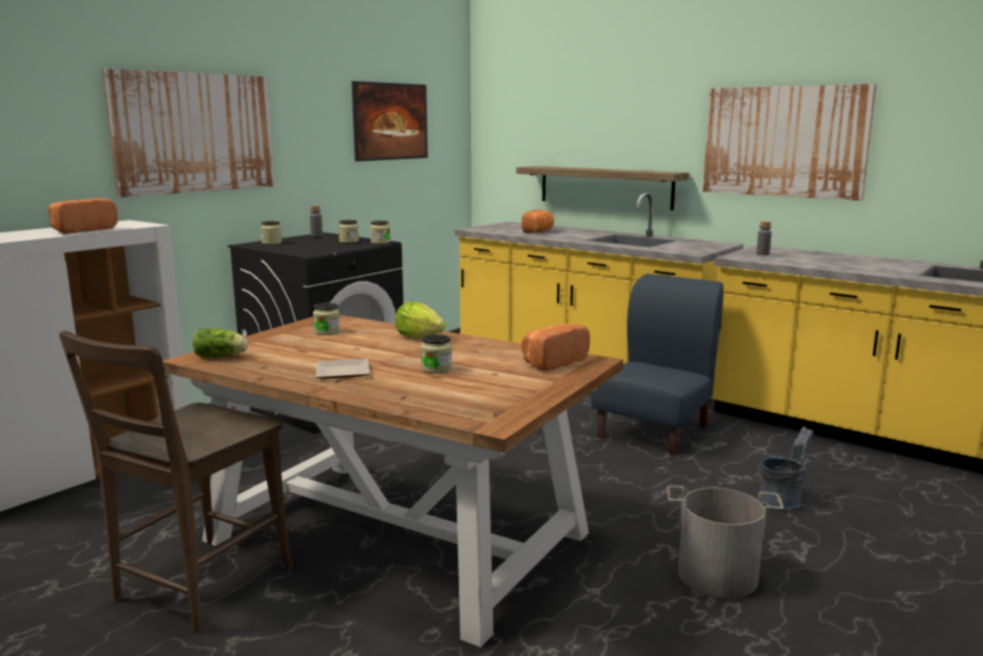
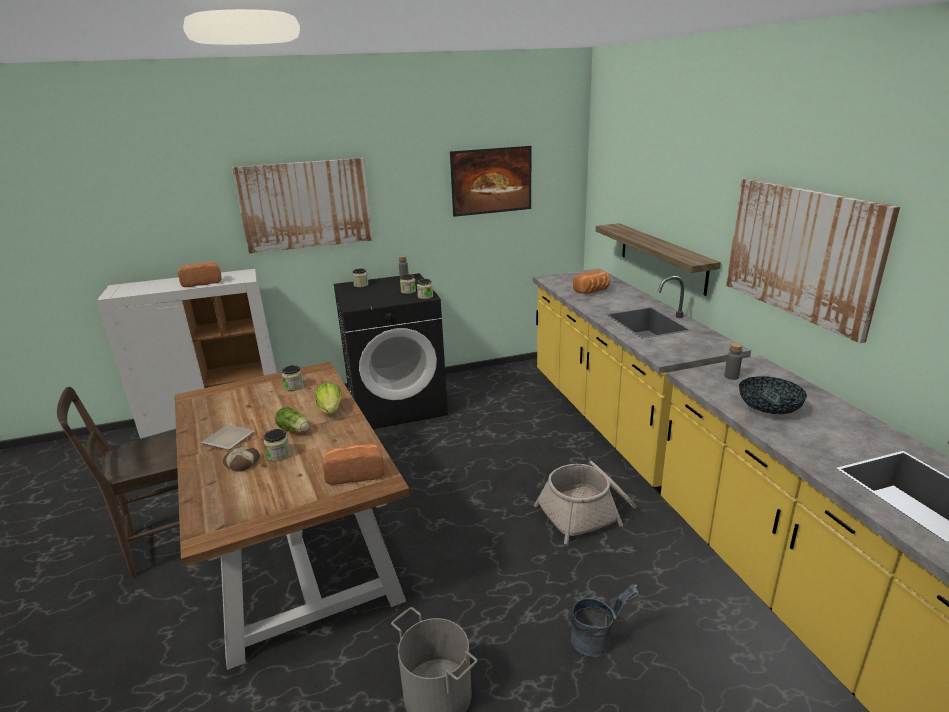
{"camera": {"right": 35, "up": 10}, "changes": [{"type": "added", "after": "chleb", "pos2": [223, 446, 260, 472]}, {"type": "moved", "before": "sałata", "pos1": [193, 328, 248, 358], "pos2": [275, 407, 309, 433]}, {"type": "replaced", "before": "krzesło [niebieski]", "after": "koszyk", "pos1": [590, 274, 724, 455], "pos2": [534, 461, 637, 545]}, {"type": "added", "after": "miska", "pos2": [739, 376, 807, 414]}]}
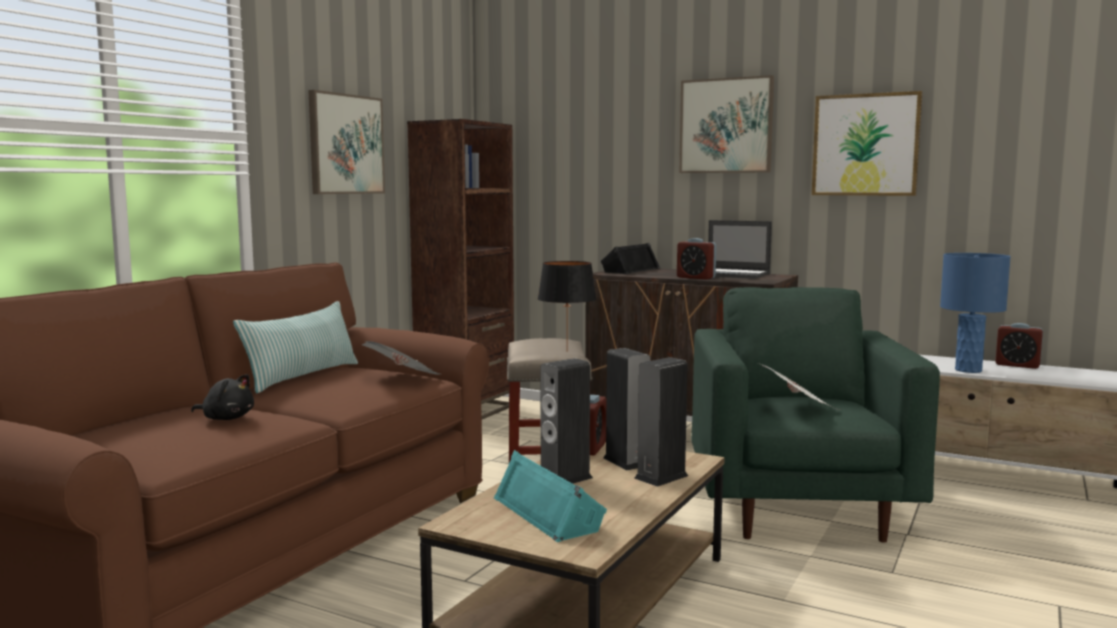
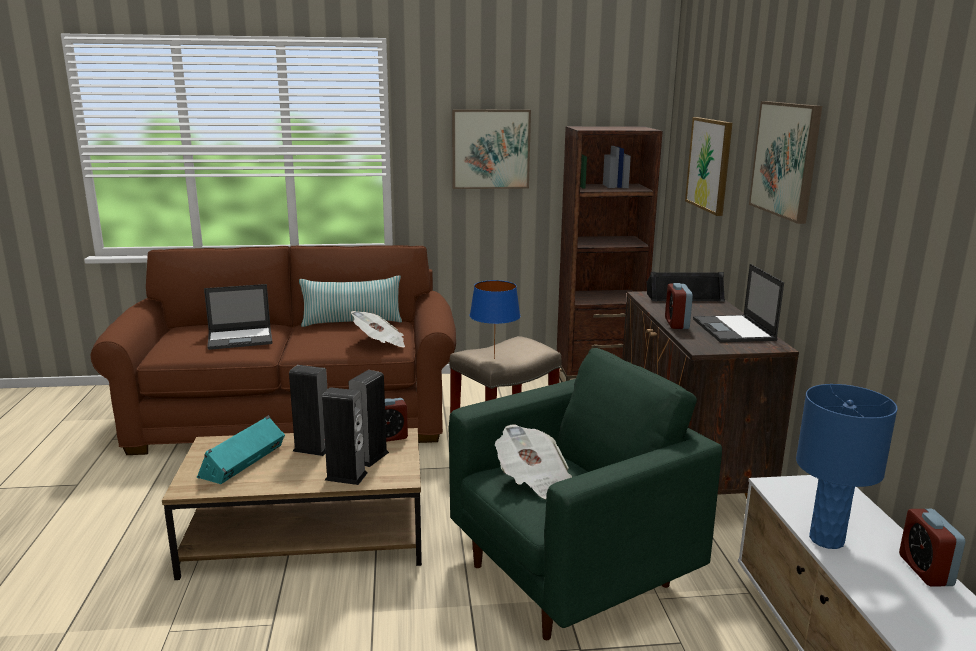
{"camera": {"right": 55, "up": 10}, "changes": [{"type": "replaced", "before": "pluszak [czarny]", "after": "laptop", "pos1": [191, 374, 254, 420], "pos2": [204, 284, 272, 350]}, {"type": "recoloured", "before": "lampa stołowa [czarny]", "after": "lampa stołowa [niebieski]", "pos1": [538, 261, 597, 344], "pos2": [470, 280, 520, 359]}, {"type": "moved", "before": "obraz", "pos1": [812, 91, 923, 196], "pos2": [685, 117, 732, 216]}]}
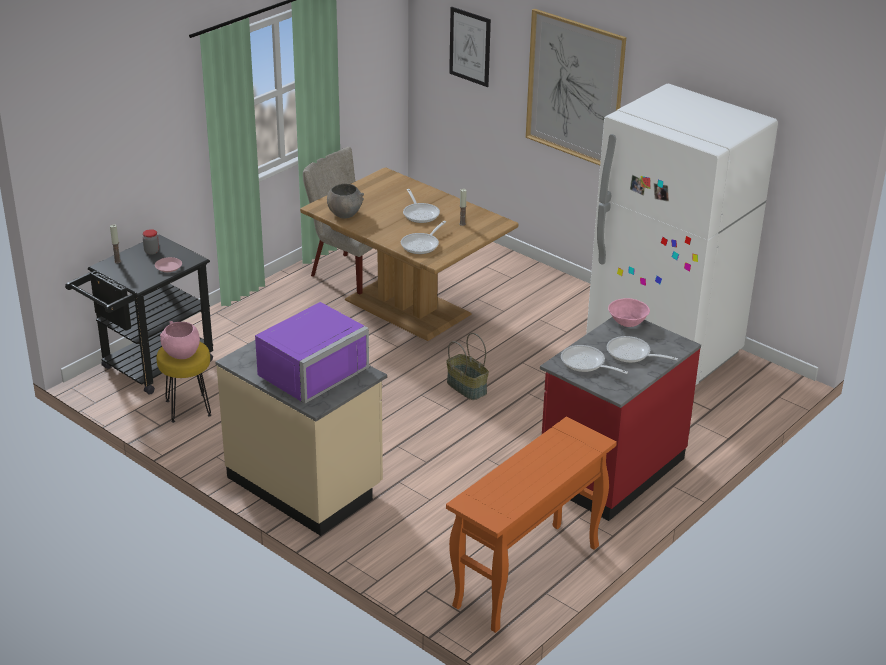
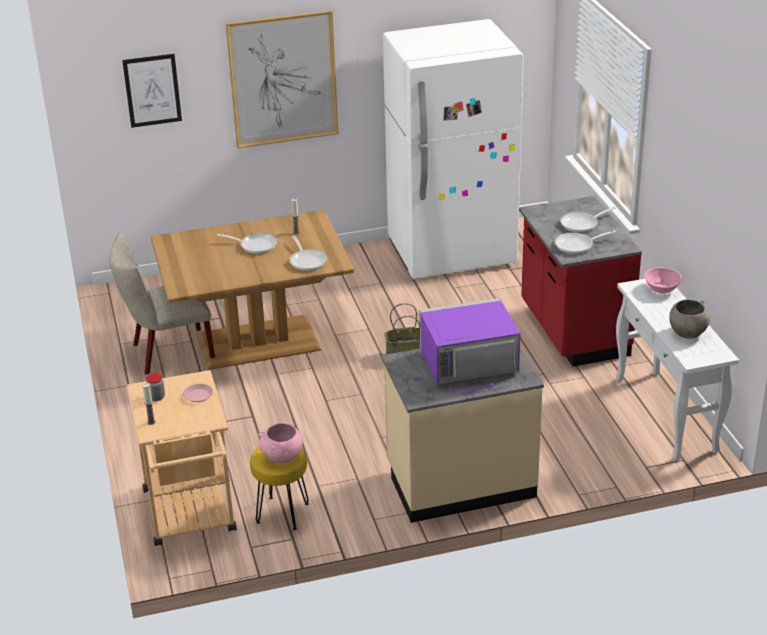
{"camera": {"right": -55, "up": 0}, "changes": [{"type": "recoloured", "before": "wózek [czarny]", "after": "wózek [beżowy]", "pos1": [65, 234, 213, 395], "pos2": [127, 370, 237, 546]}, {"type": "turned", "before": "mikrofalówka [fioletowy]", "pos1": [255, 302, 369, 404], "pos2": [419, 298, 520, 395], "turn": -90}, {"type": "recoloured", "before": "stolik konsolowy [pomarańczowy]", "after": "stolik konsolowy [biały]", "pos1": [446, 416, 617, 633], "pos2": [616, 279, 739, 461]}, {"type": "moved", "before": "miska [różowy]", "pos1": [608, 298, 650, 327], "pos2": [644, 267, 682, 294]}, {"type": "moved", "before": "miska [szary]", "pos1": [327, 184, 364, 219], "pos2": [669, 299, 710, 339]}]}
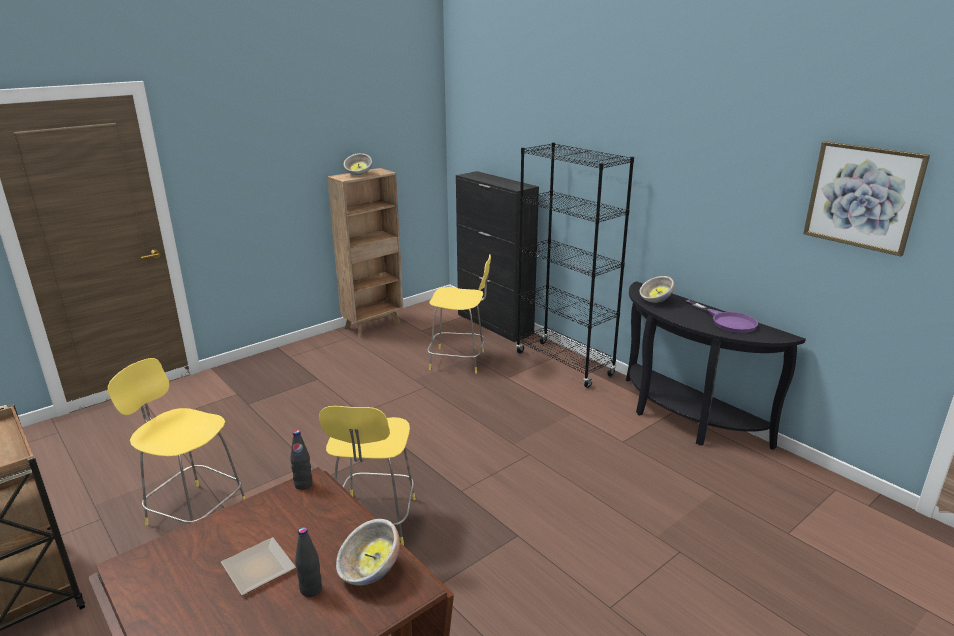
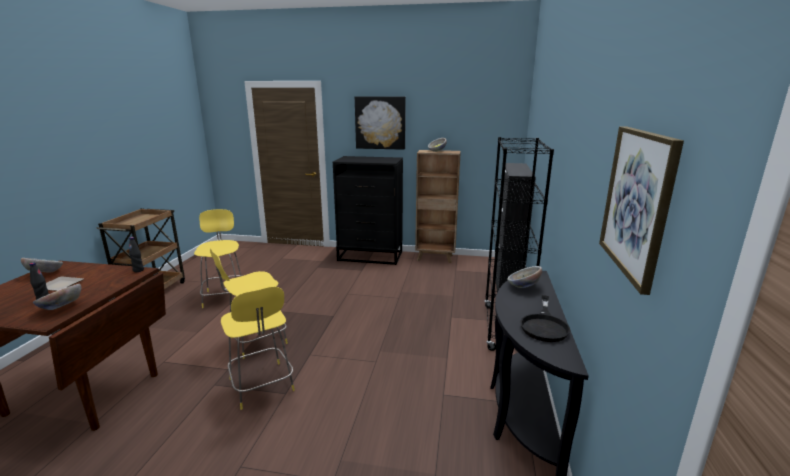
{"camera": {"right": 50, "up": -5}, "changes": [{"type": "added", "after": "miska", "pos2": [21, 258, 63, 273]}, {"type": "moved", "before": "stołek [żółty]", "pos1": [427, 254, 491, 374], "pos2": [221, 286, 295, 410]}, {"type": "added", "after": "komoda [czarny]", "pos2": [332, 156, 403, 265]}, {"type": "added", "after": "obraz", "pos2": [355, 96, 406, 150]}, {"type": "recoloured", "before": "patelnia [fioletowy]", "after": "patelnia [czarny]", "pos1": [685, 300, 758, 333], "pos2": [520, 295, 570, 342]}]}
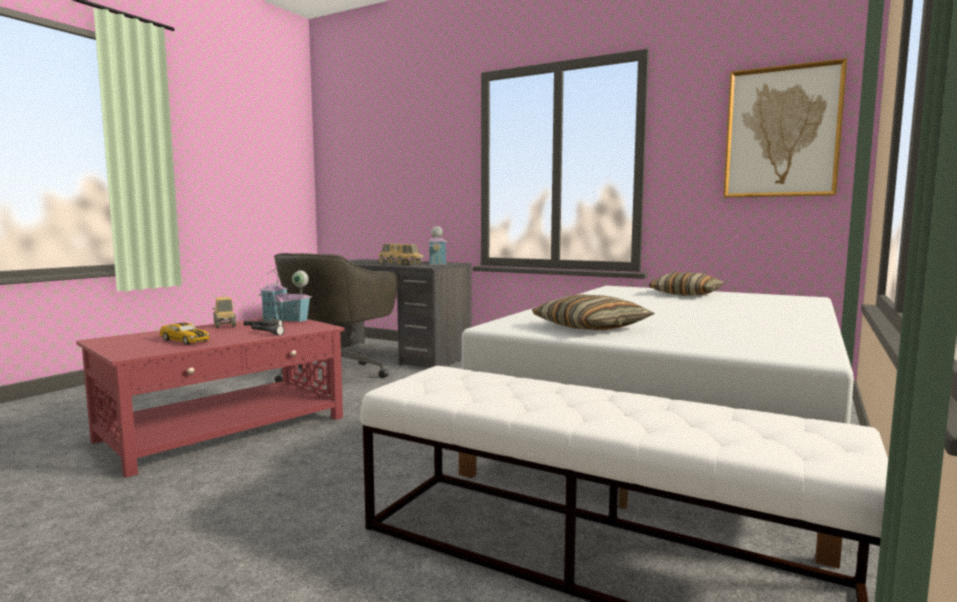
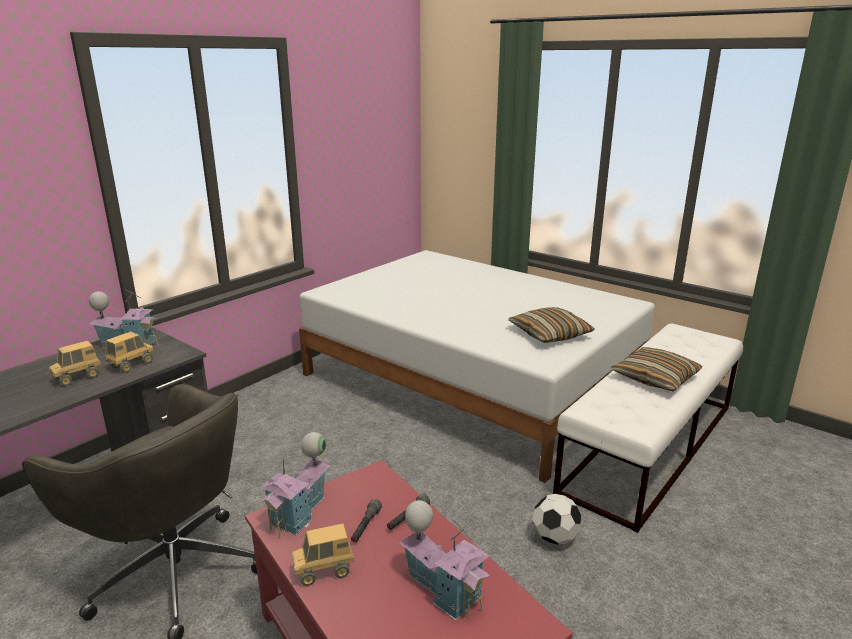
{"camera": {"right": -80, "up": 15}, "changes": [{"type": "replaced", "before": "samochodzik", "after": "domek", "pos1": [160, 322, 209, 345], "pos2": [399, 500, 490, 620]}, {"type": "added", "after": "piłka futbolowa", "pos2": [533, 494, 581, 545]}, {"type": "moved", "before": "poduszka", "pos1": [648, 272, 724, 295], "pos2": [611, 347, 703, 391]}, {"type": "removed", "before": "obraz", "pos1": [723, 58, 847, 198]}]}
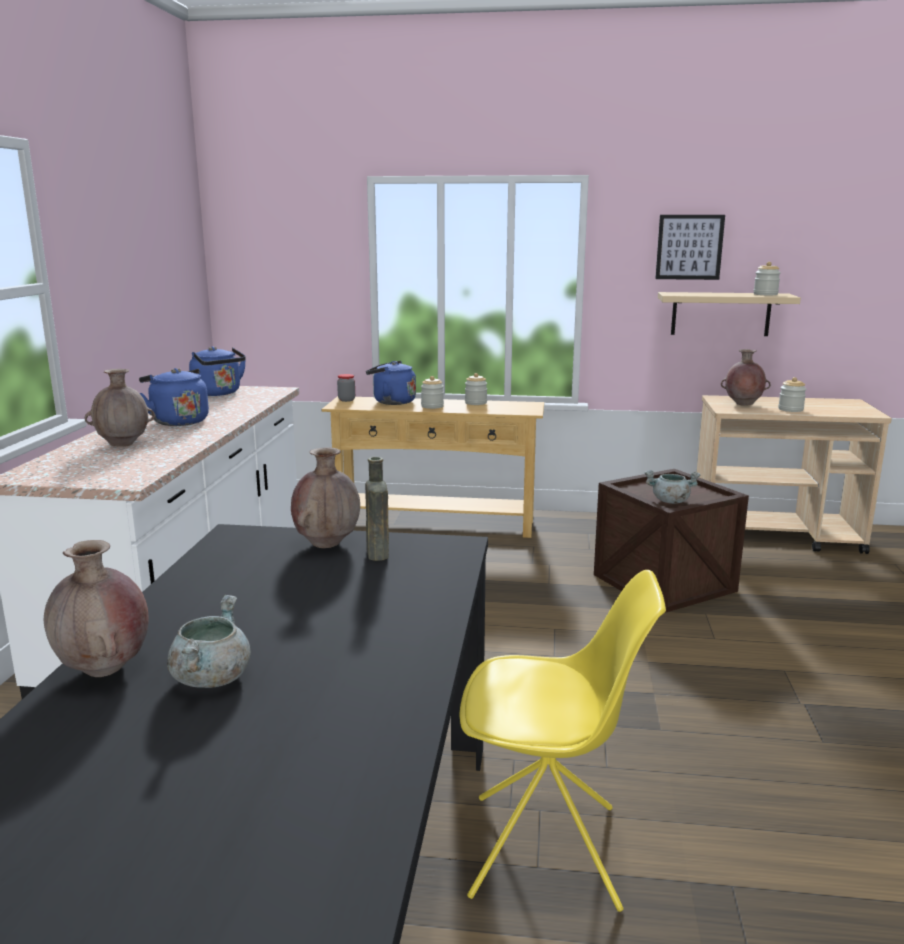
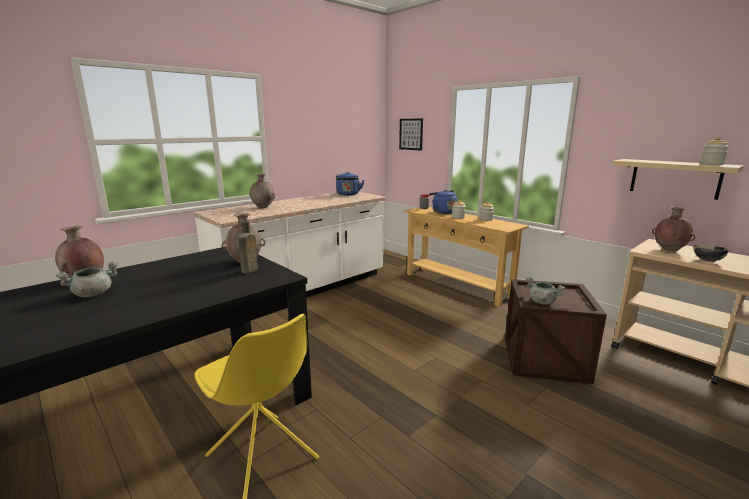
{"camera": {"right": 40, "up": 0}, "changes": [{"type": "moved", "before": "obraz", "pos1": [655, 215, 725, 280], "pos2": [399, 118, 423, 151]}, {"type": "replaced", "before": "słoik", "after": "miska", "pos1": [778, 377, 807, 412], "pos2": [693, 245, 729, 262]}, {"type": "removed", "before": "czajnik [niebieski]", "pos1": [139, 368, 209, 426]}]}
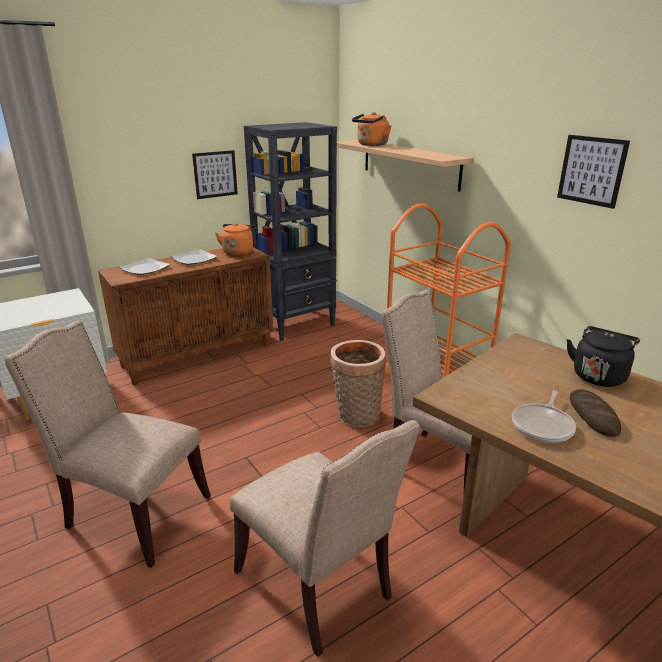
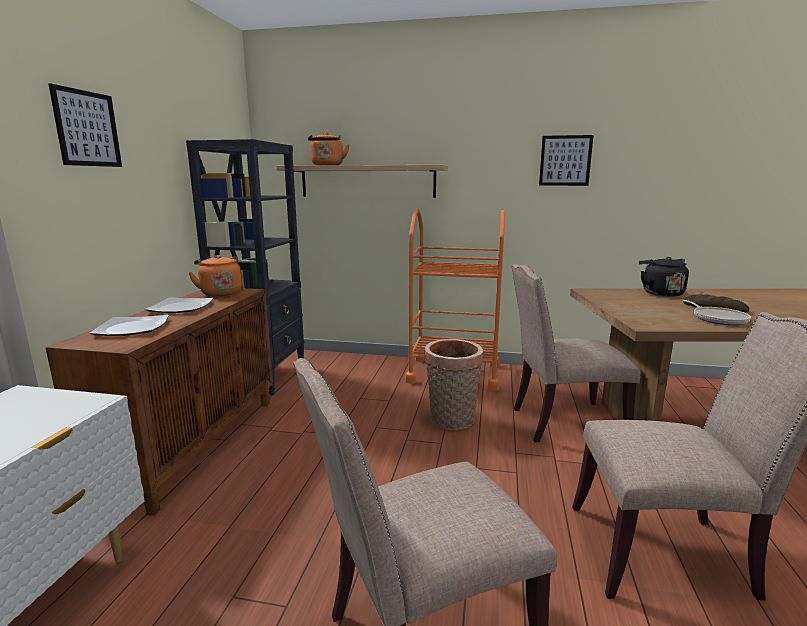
{"camera": {"right": -45, "up": -10}, "changes": [{"type": "moved", "before": "obraz", "pos1": [192, 150, 238, 199], "pos2": [49, 83, 122, 167]}]}
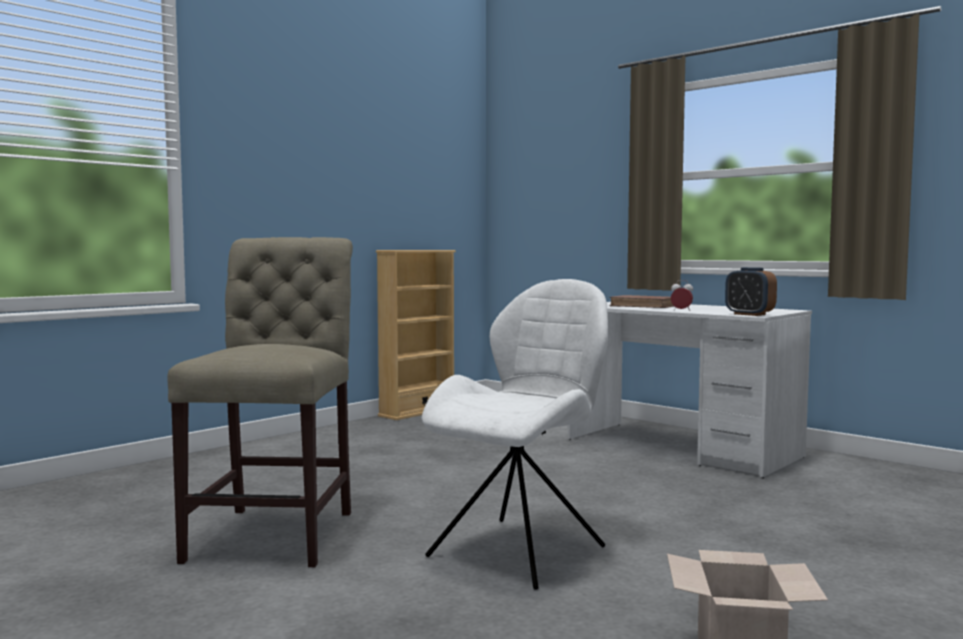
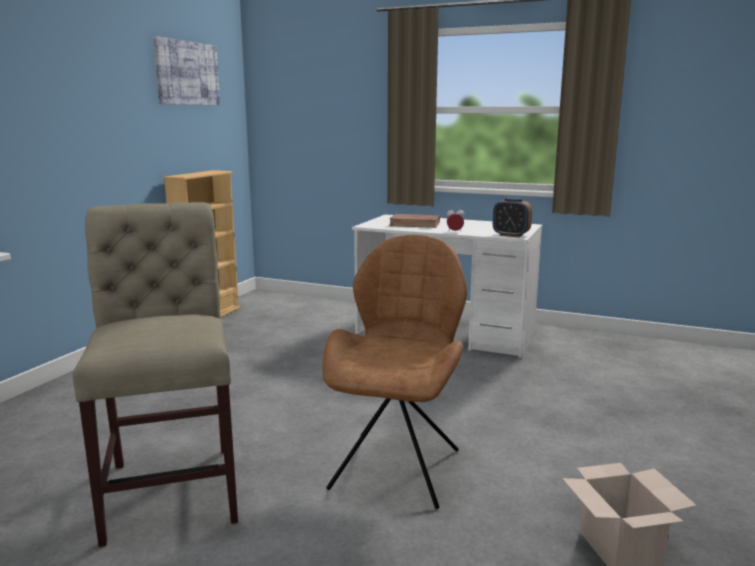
{"camera": {"right": -20, "up": 10}, "changes": [{"type": "added", "after": "obraz", "pos2": [153, 36, 220, 105]}, {"type": "recoloured", "before": "krzesło [biały]", "after": "krzesło [brązowy]", "pos1": [421, 279, 608, 590], "pos2": [322, 234, 467, 509]}]}
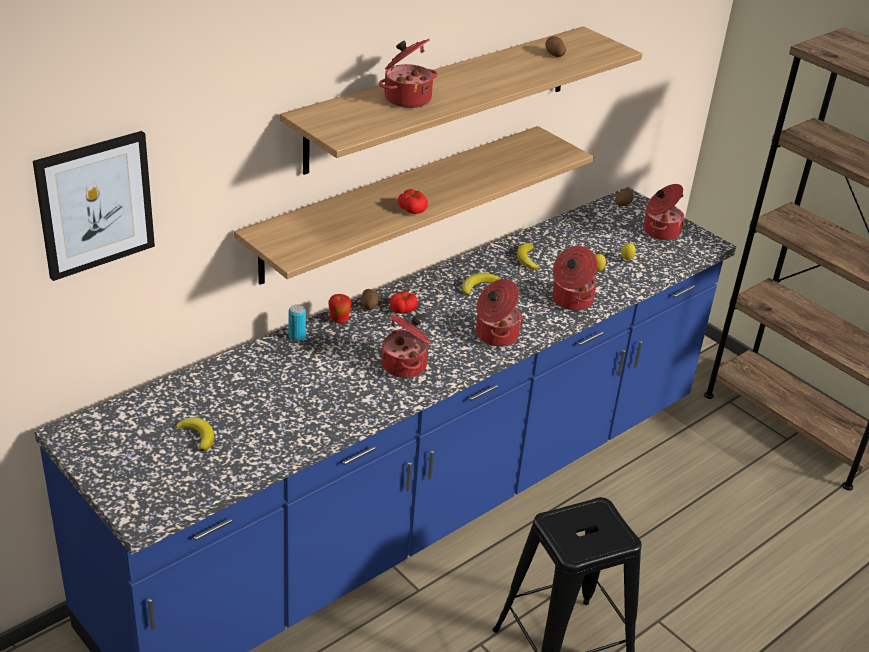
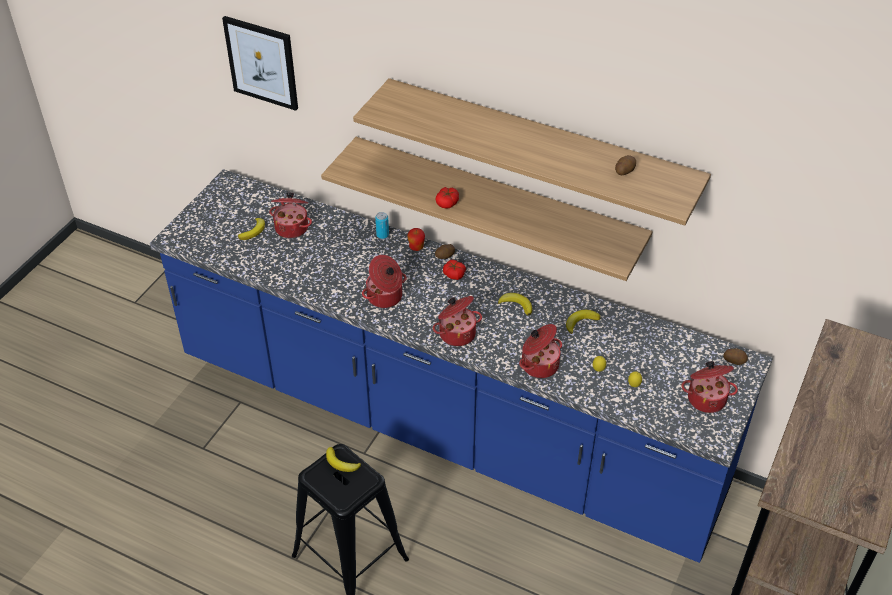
{"camera": {"right": 70, "up": 10}, "changes": [{"type": "moved", "before": "garnek", "pos1": [379, 39, 438, 108], "pos2": [269, 193, 312, 238]}, {"type": "added", "after": "banan", "pos2": [326, 447, 361, 472]}]}
